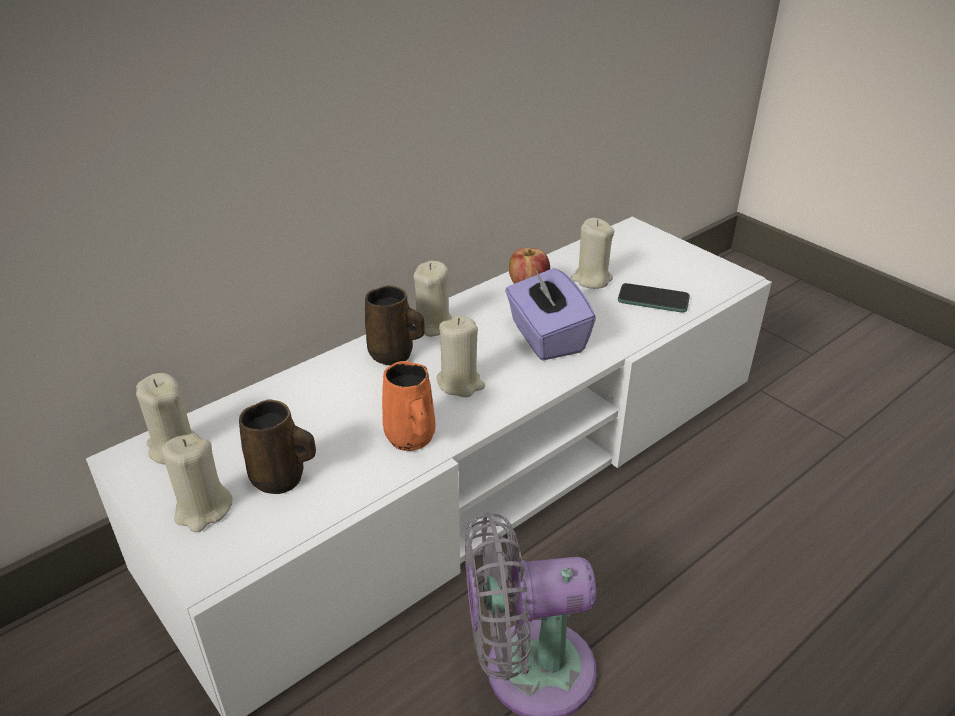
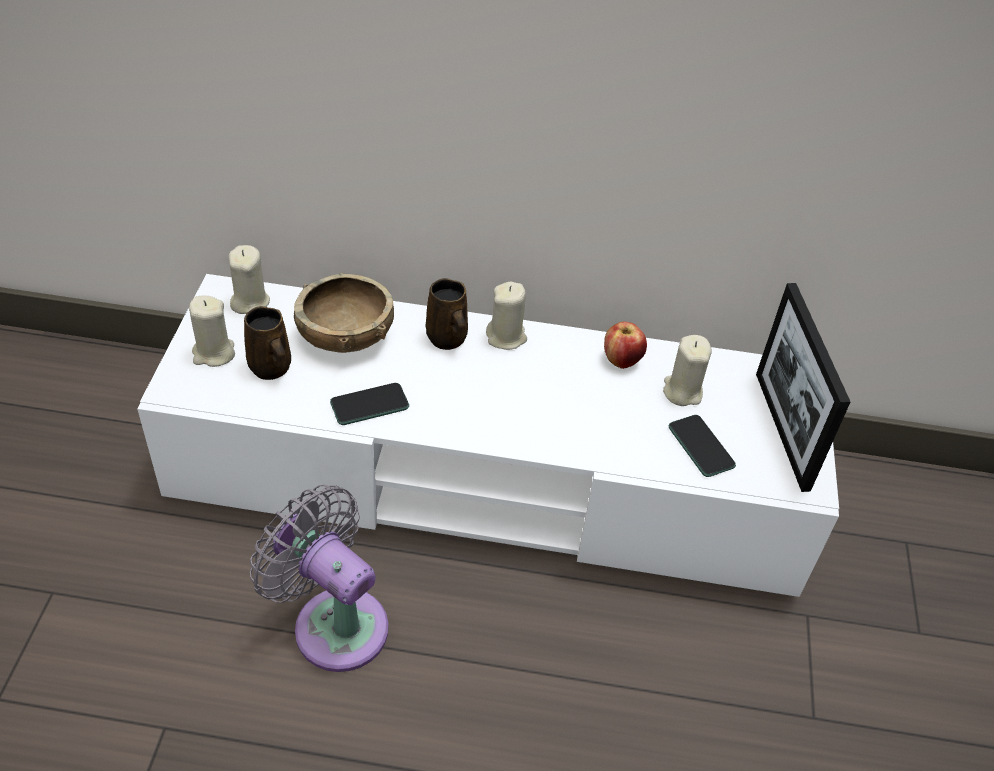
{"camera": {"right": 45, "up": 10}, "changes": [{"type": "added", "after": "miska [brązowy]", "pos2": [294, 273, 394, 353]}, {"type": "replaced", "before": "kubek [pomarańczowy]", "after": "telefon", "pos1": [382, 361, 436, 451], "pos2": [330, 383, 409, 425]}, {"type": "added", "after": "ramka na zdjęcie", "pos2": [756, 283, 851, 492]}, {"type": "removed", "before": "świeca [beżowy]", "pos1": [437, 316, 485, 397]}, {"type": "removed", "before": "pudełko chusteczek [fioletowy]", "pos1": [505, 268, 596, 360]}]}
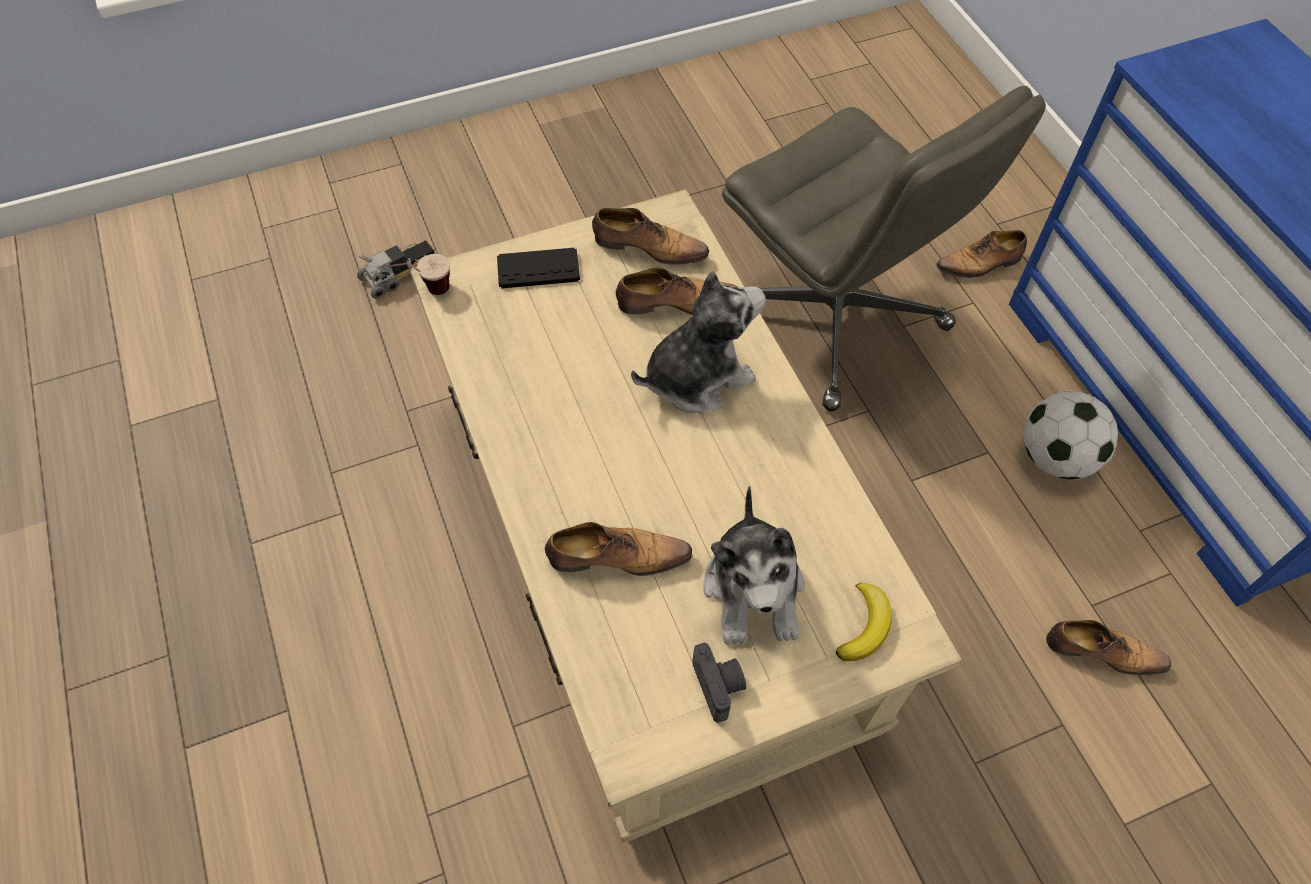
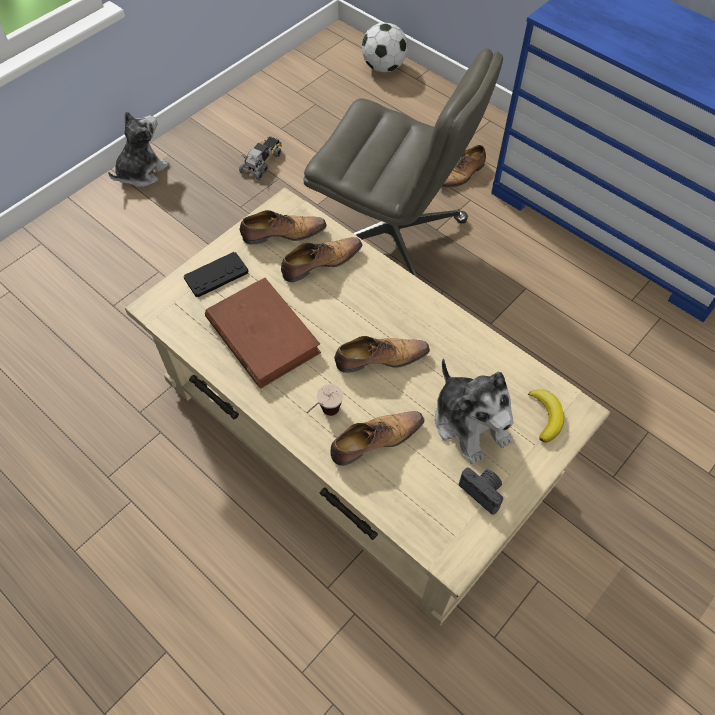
{"camera": {"right": -25, "up": 0}, "changes": [{"type": "moved", "before": "pluszak", "pos1": [631, 271, 766, 413], "pos2": [108, 111, 170, 187]}, {"type": "added", "after": "książka [brązowy]", "pos2": [205, 278, 321, 388]}, {"type": "moved", "before": "ciężarówka zabawkowa", "pos1": [357, 240, 436, 299], "pos2": [239, 136, 282, 180]}, {"type": "moved", "before": "filiżanka", "pos1": [387, 254, 450, 295], "pos2": [307, 384, 343, 416]}, {"type": "moved", "before": "but", "pos1": [1046, 620, 1171, 675], "pos2": [334, 336, 430, 373]}, {"type": "moved", "before": "piłka futbolowa", "pos1": [1024, 391, 1118, 480], "pos2": [362, 23, 408, 72]}]}
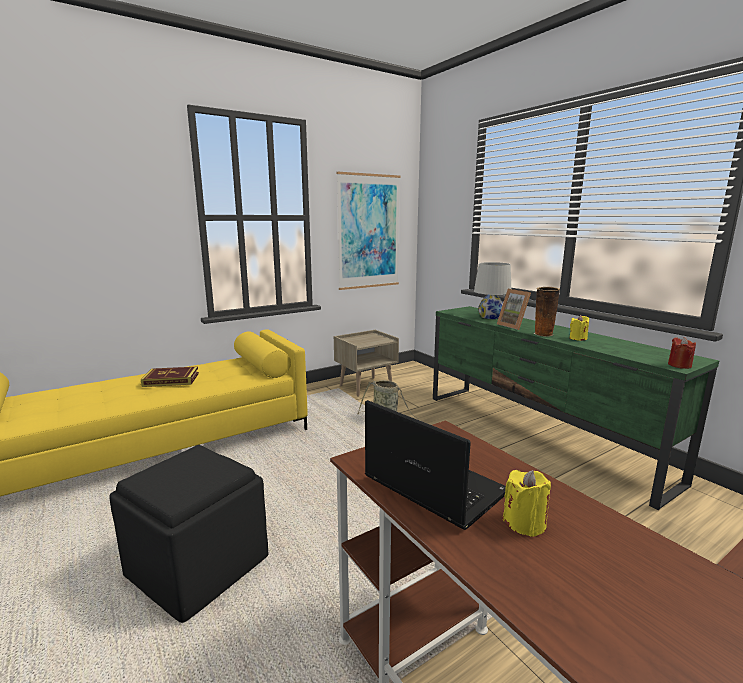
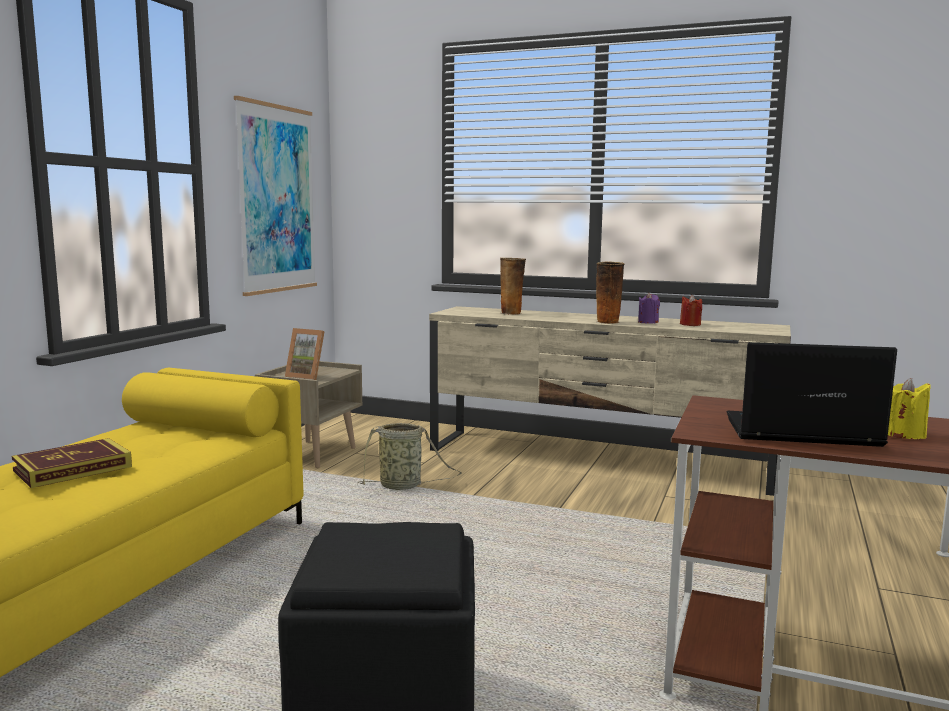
{"camera": {"right": -35, "up": -5}, "changes": [{"type": "moved", "before": "ramka na zdjęcie", "pos1": [497, 289, 531, 330], "pos2": [285, 328, 325, 380]}, {"type": "recoloured", "before": "szafka pod telewizor [zielony]", "after": "szafka pod telewizor [beżowy]", "pos1": [433, 306, 719, 510], "pos2": [429, 306, 791, 496]}, {"type": "replaced", "before": "lampa stołowa [biały]", "after": "wazon", "pos1": [474, 262, 511, 319], "pos2": [500, 258, 526, 315]}, {"type": "recoloured", "before": "świeca [żółty]", "after": "świeca [fioletowy]", "pos1": [570, 315, 589, 341], "pos2": [638, 293, 660, 324]}, {"type": "moved", "before": "świeca [czerwony]", "pos1": [668, 337, 696, 369], "pos2": [680, 295, 702, 326]}]}
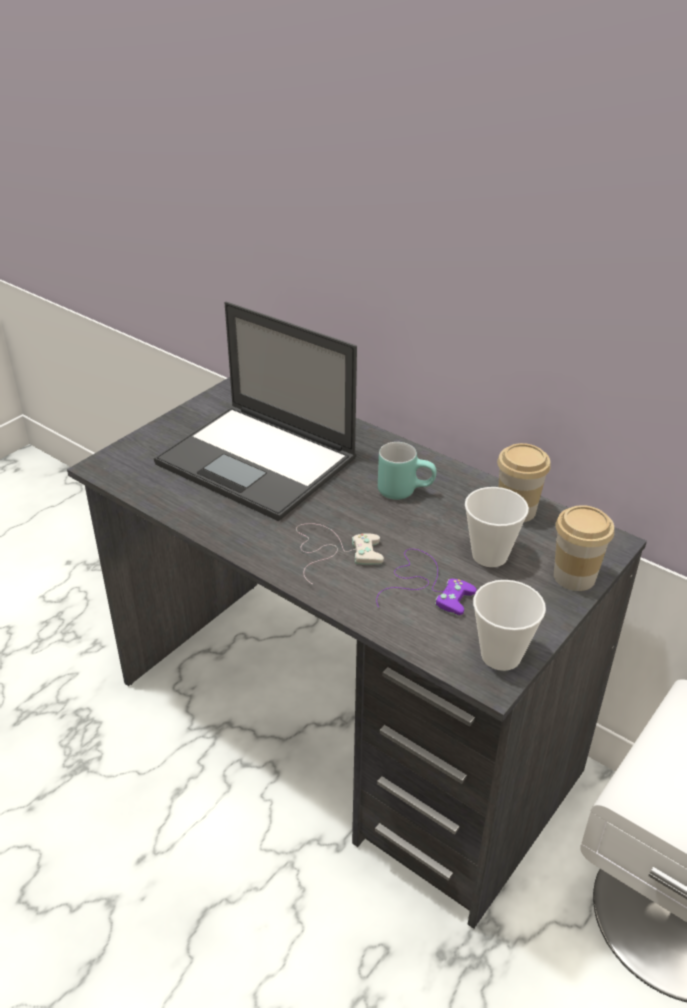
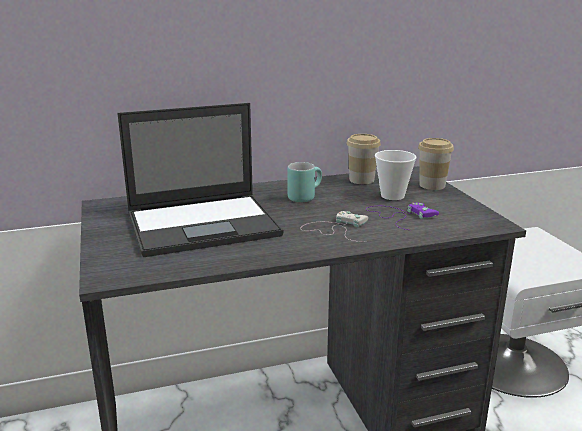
{"camera": {"right": -55, "up": -15}, "changes": [{"type": "removed", "before": "filiżanka", "pos1": [473, 580, 546, 671]}]}
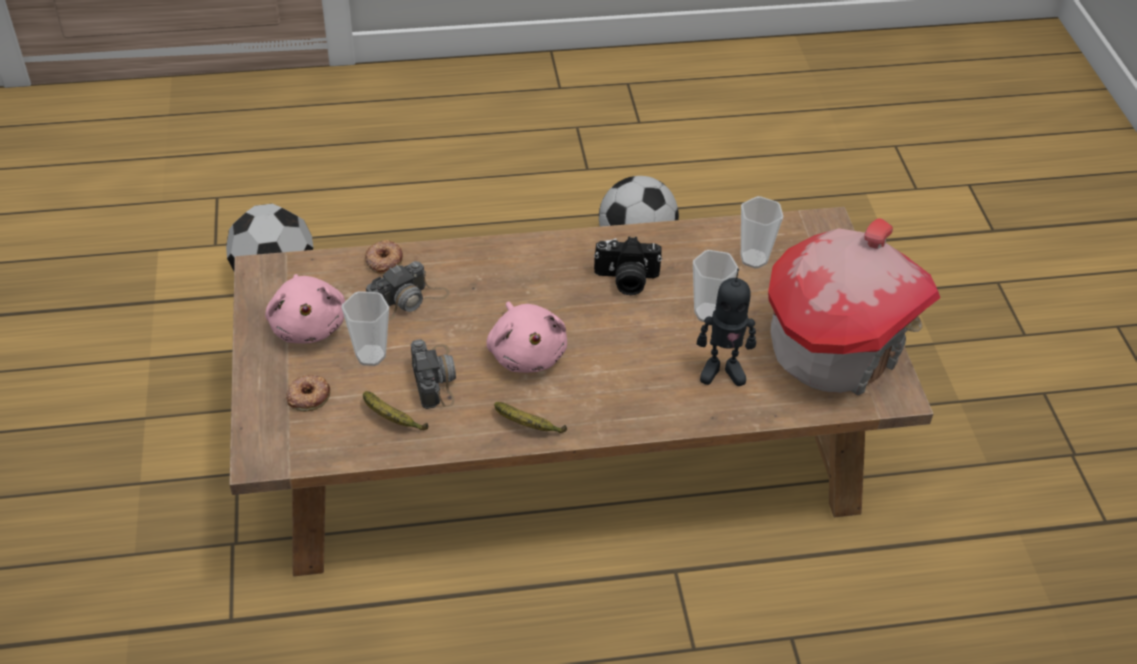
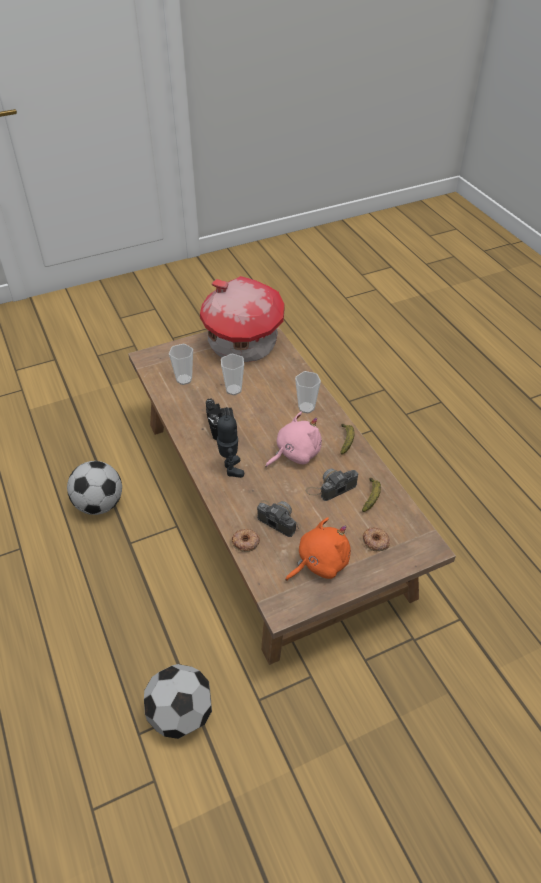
{"camera": {"right": -105, "up": 0}, "changes": [{"type": "moved", "before": "robot zabawkowy", "pos1": [697, 268, 756, 386], "pos2": [217, 410, 244, 478]}, {"type": "recoloured", "before": "pluszak [różowy]", "after": "pluszak [pomarańczowy]", "pos1": [265, 274, 345, 344], "pos2": [285, 517, 351, 581]}, {"type": "moved", "before": "filiżanka", "pos1": [341, 291, 389, 366], "pos2": [295, 371, 321, 414]}]}
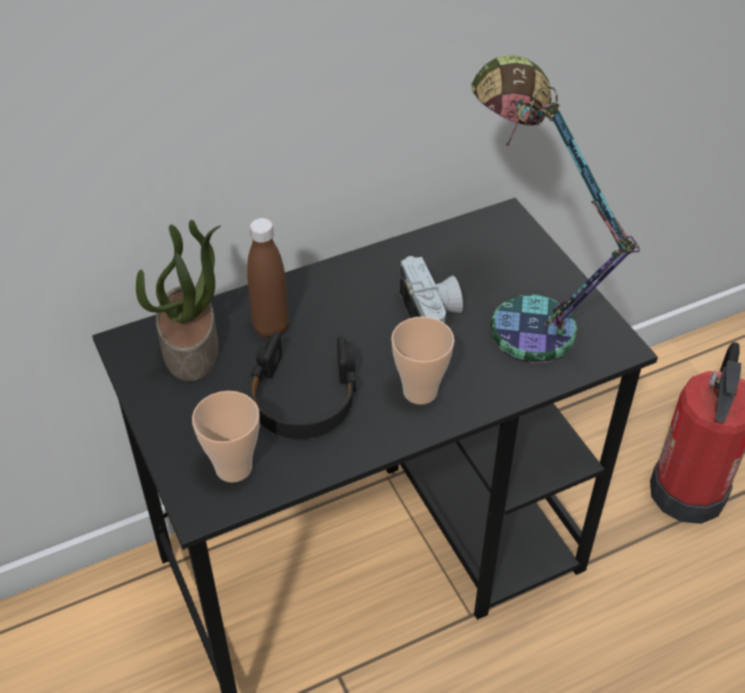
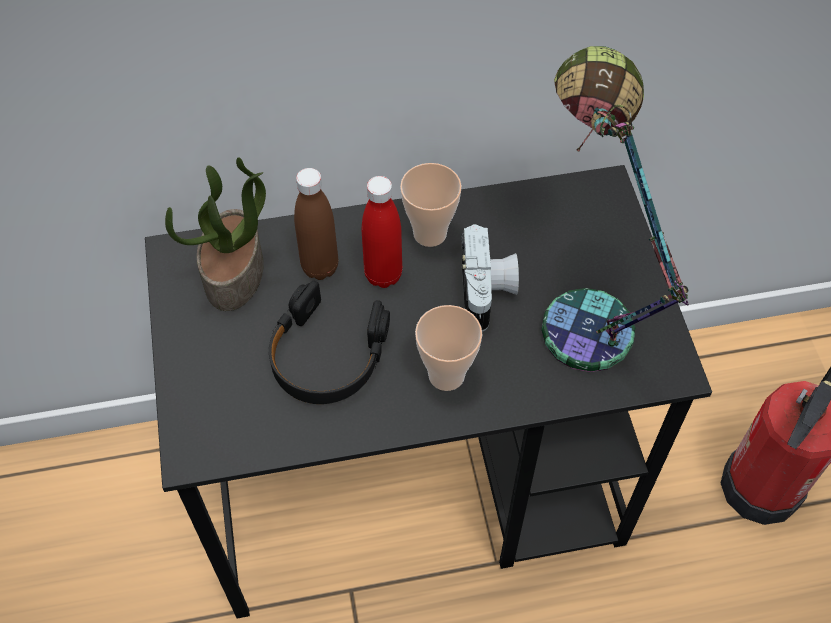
{"camera": {"right": 15, "up": 10}, "changes": [{"type": "added", "after": "butelka [czerwony]", "pos2": [362, 176, 402, 288]}, {"type": "moved", "before": "filiżanka", "pos1": [192, 391, 260, 483], "pos2": [400, 163, 462, 247]}]}
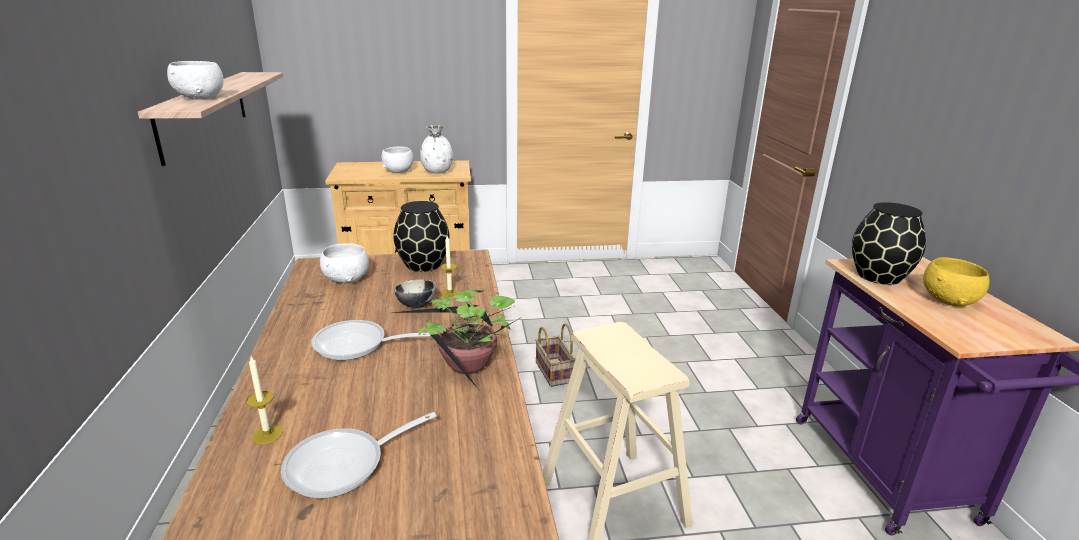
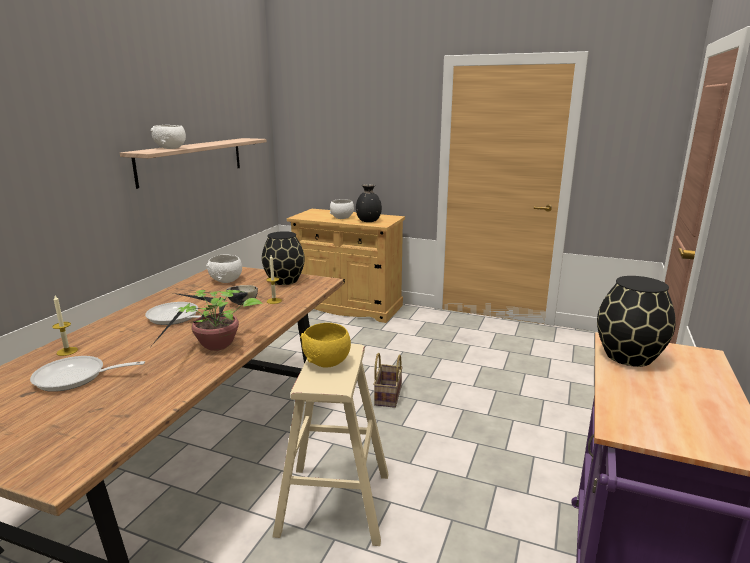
{"camera": {"right": 30, "up": -5}, "changes": [{"type": "moved", "before": "miska [żółty]", "pos1": [923, 257, 989, 306], "pos2": [300, 323, 351, 368]}, {"type": "recoloured", "before": "wazon [biały]", "after": "wazon [czarny]", "pos1": [420, 125, 453, 173], "pos2": [356, 184, 382, 222]}]}
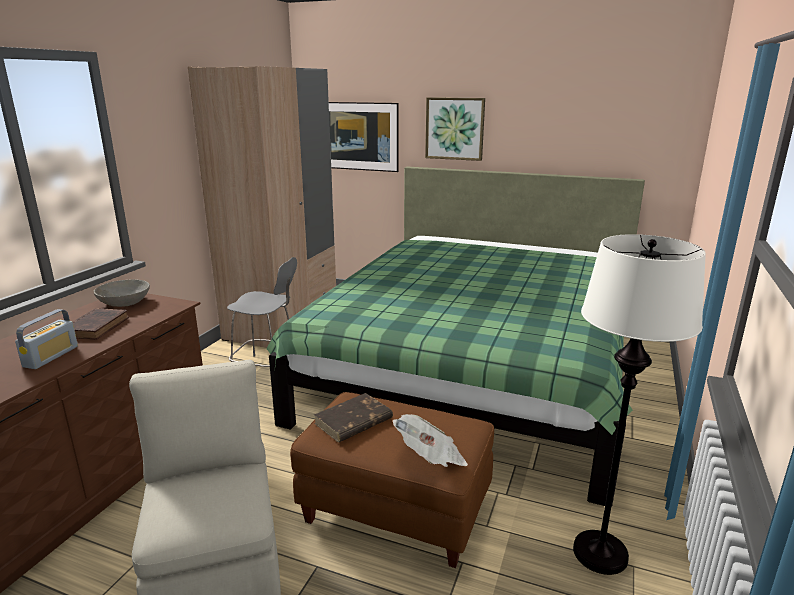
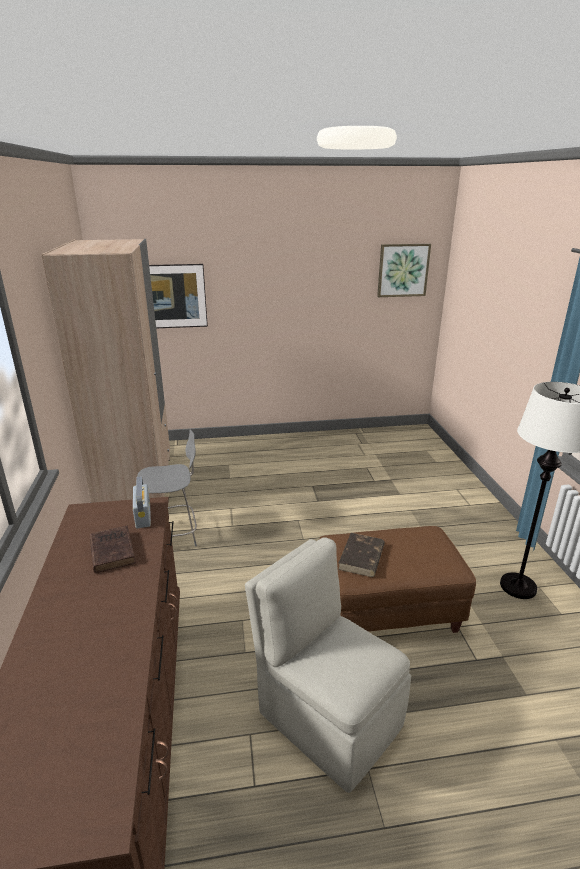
{"camera": {"right": -30, "up": 5}, "changes": [{"type": "moved", "before": "radio", "pos1": [15, 309, 78, 369], "pos2": [133, 477, 151, 528]}, {"type": "moved", "before": "obraz", "pos1": [425, 97, 485, 161], "pos2": [377, 244, 431, 297]}, {"type": "removed", "before": "miska [szary]", "pos1": [93, 279, 150, 307]}, {"type": "removed", "before": "łóżko [zielony]", "pos1": [267, 167, 645, 507]}, {"type": "removed", "before": "gazeta", "pos1": [393, 414, 468, 467]}]}
